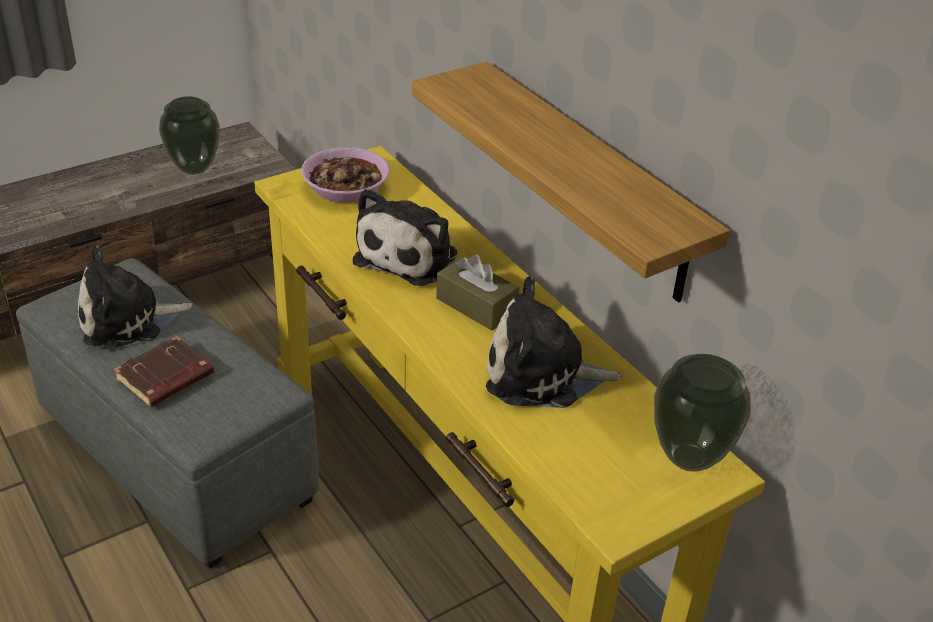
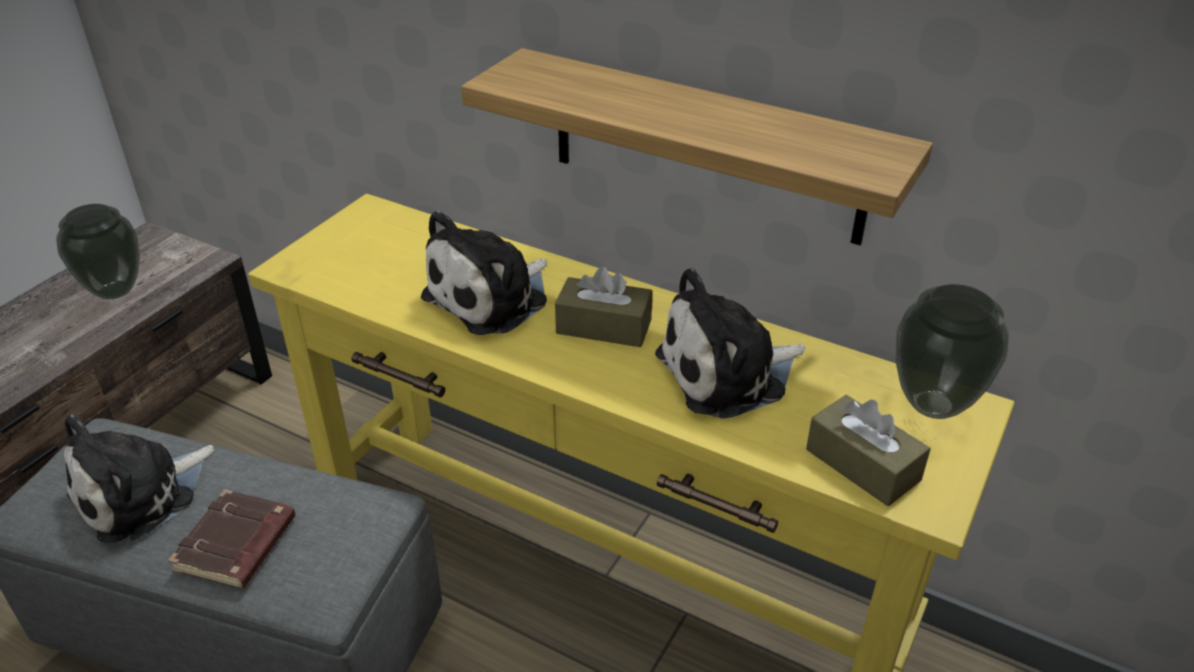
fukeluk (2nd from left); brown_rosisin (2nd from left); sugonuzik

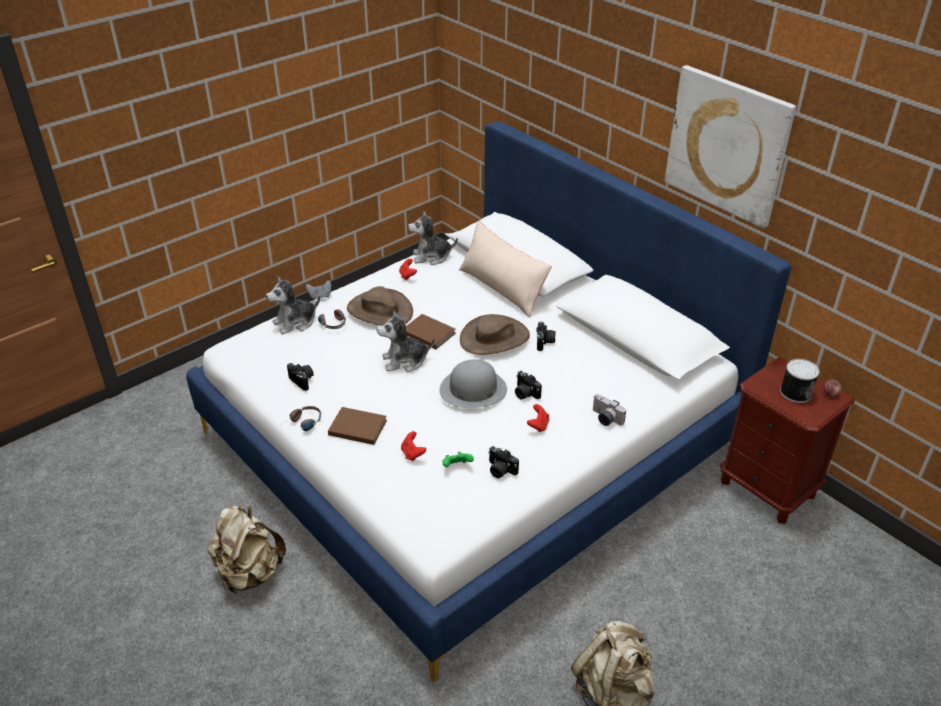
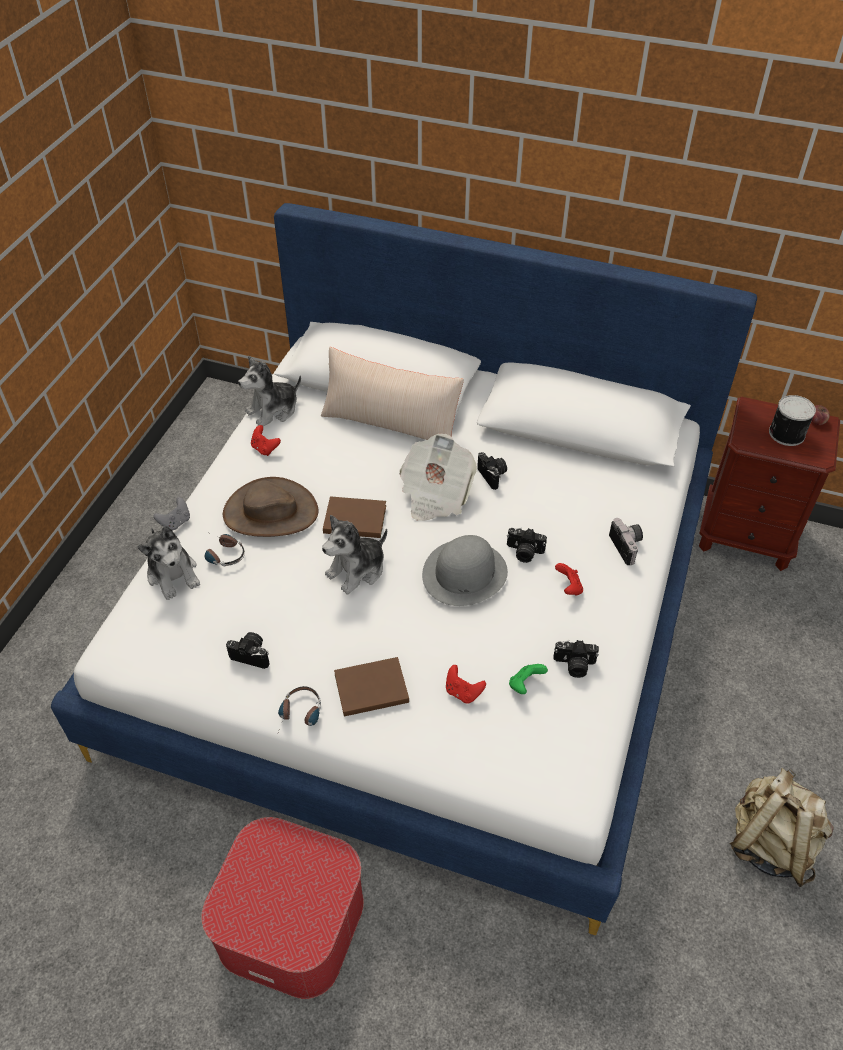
fukeluk (1st from left); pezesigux; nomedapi; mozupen (5th from left); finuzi

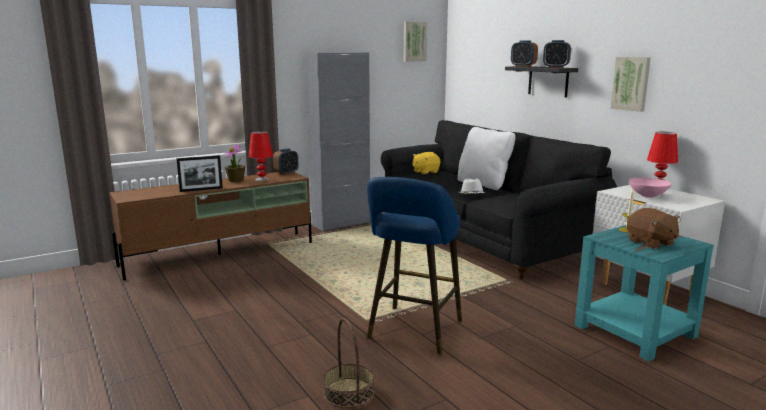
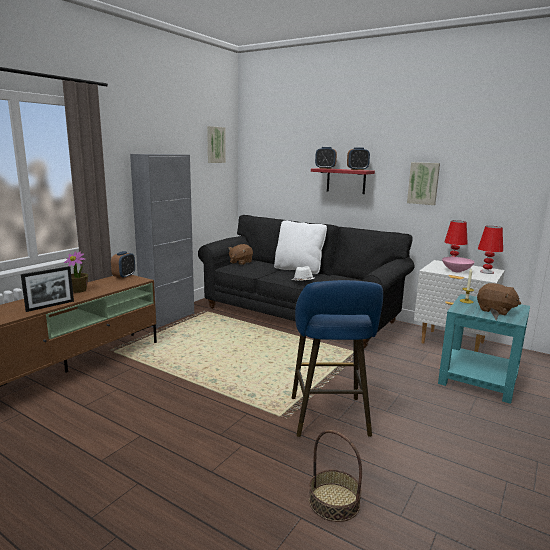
brown_fukeluk (1st from left); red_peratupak; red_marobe (2nd from left)

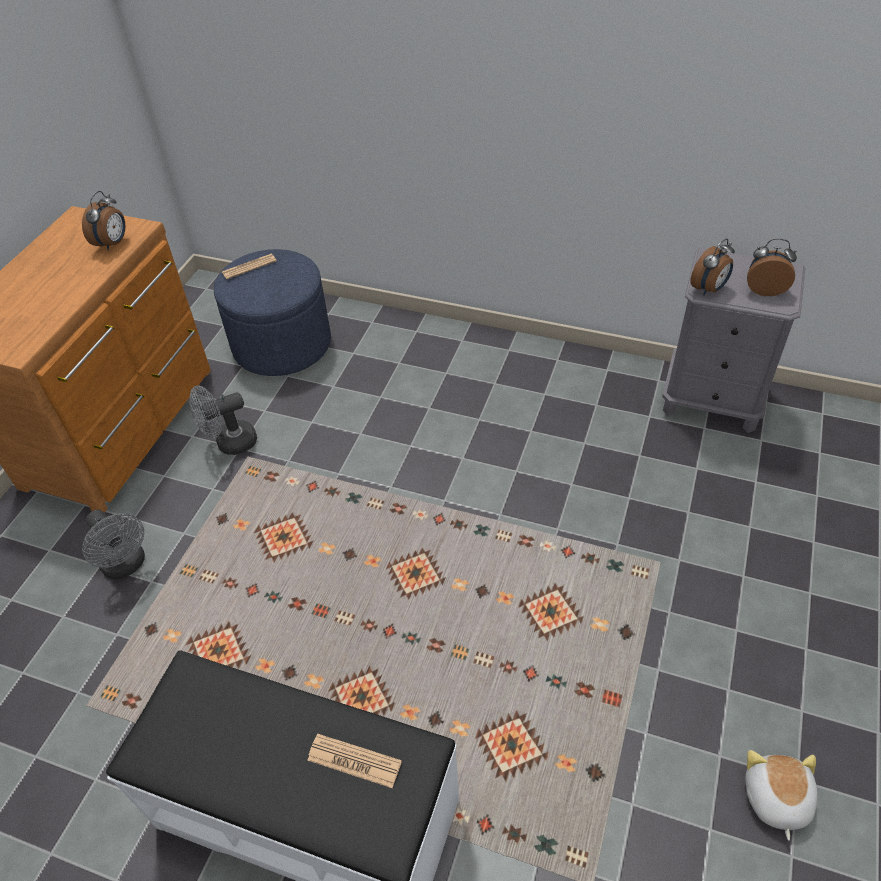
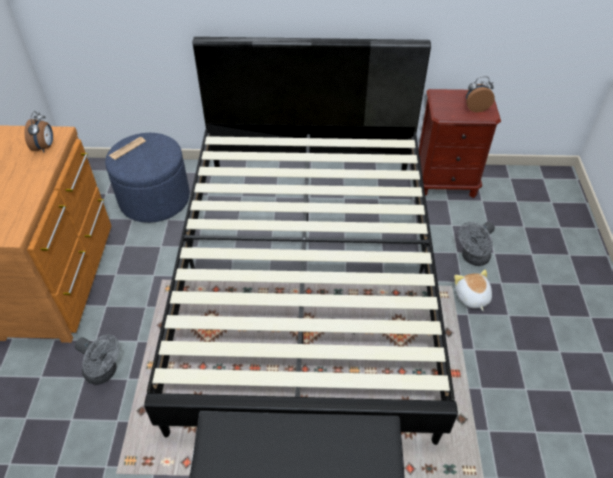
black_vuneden; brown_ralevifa; fukeluk; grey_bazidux (2nd from left); nomedapi (2nd from left in the first image); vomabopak (2nd from left in the first image)

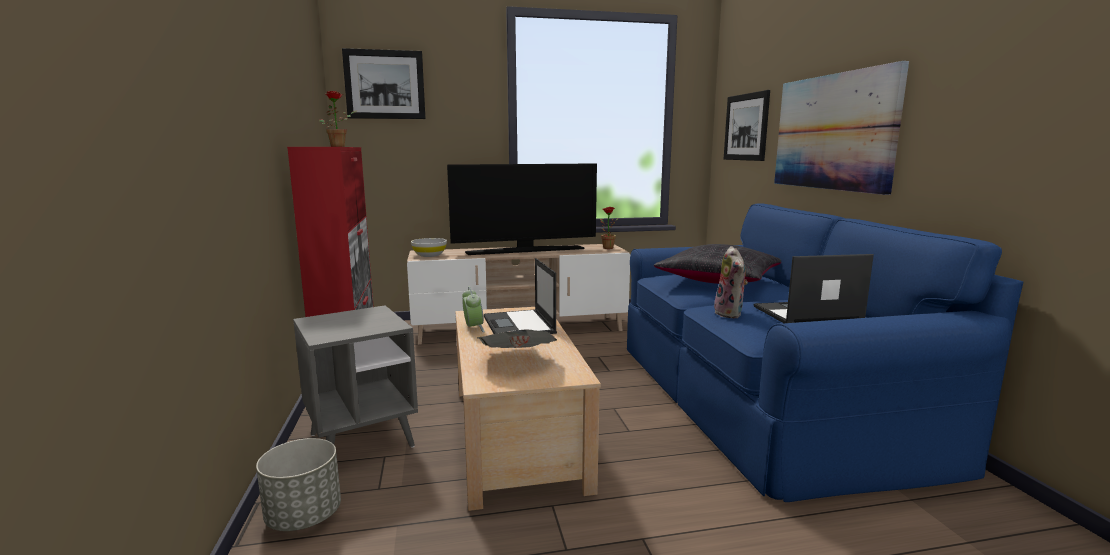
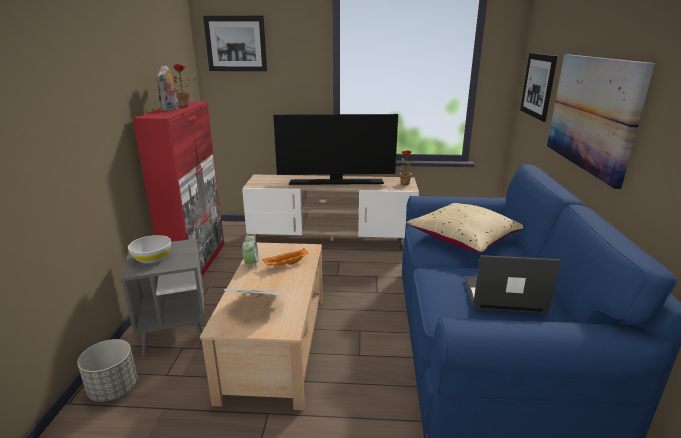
white_sugonuzik; fukeluk; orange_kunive; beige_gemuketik

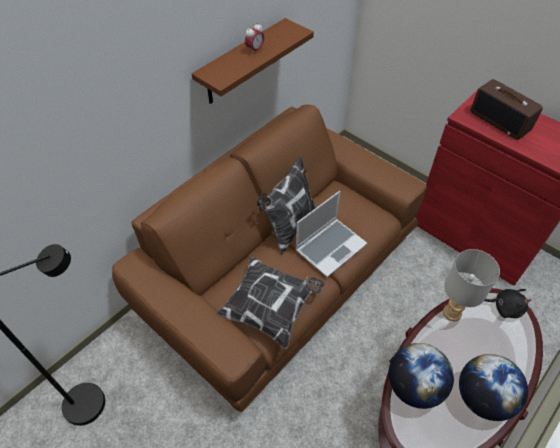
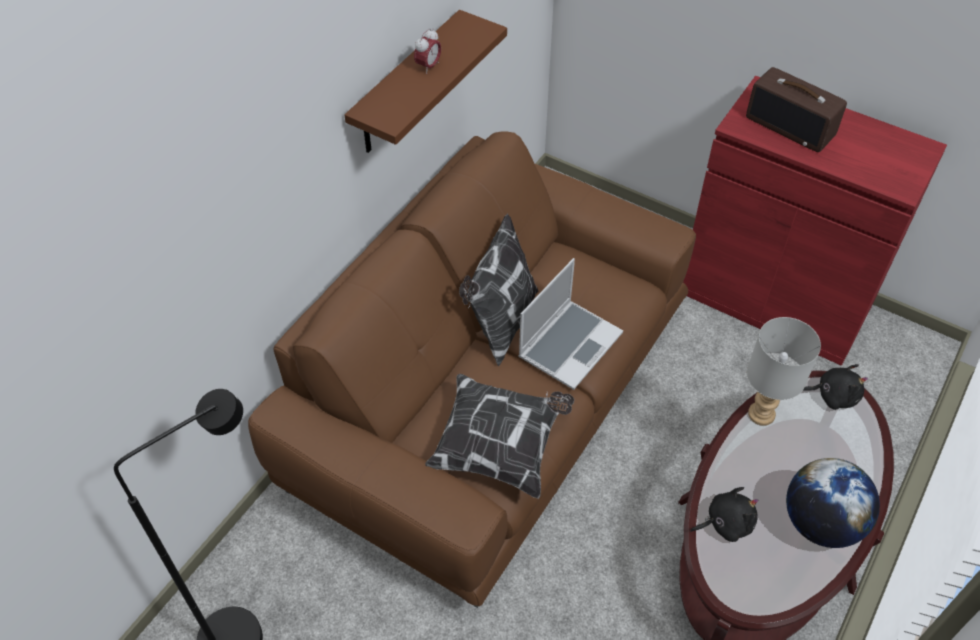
black_fukeluk (1st from left)

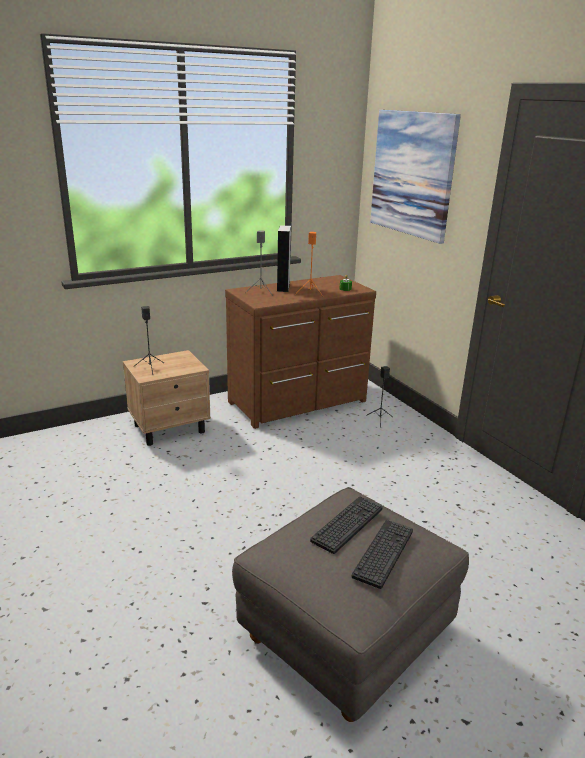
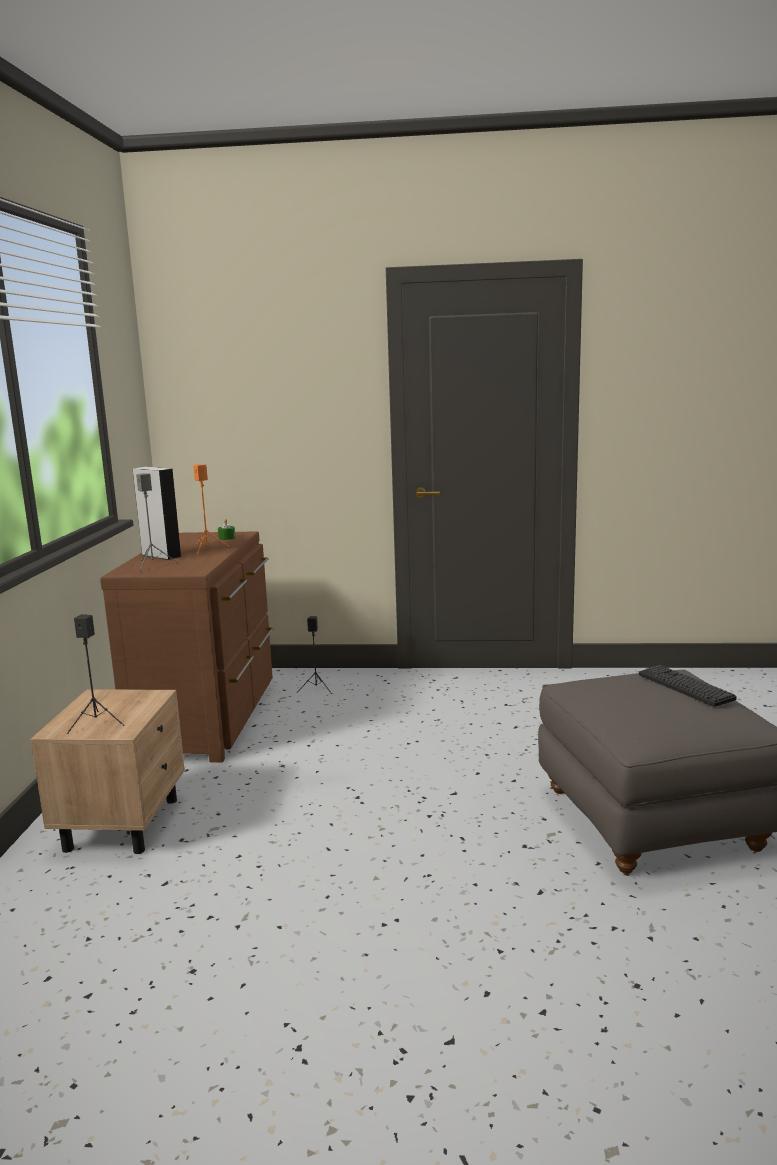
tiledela (1st from left in the first image); finuzi

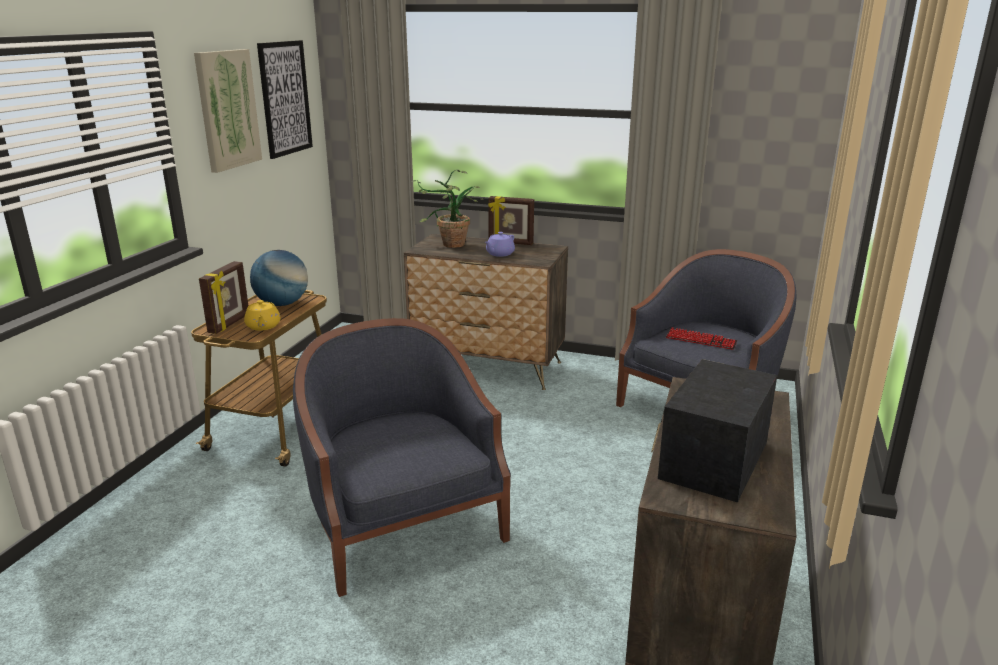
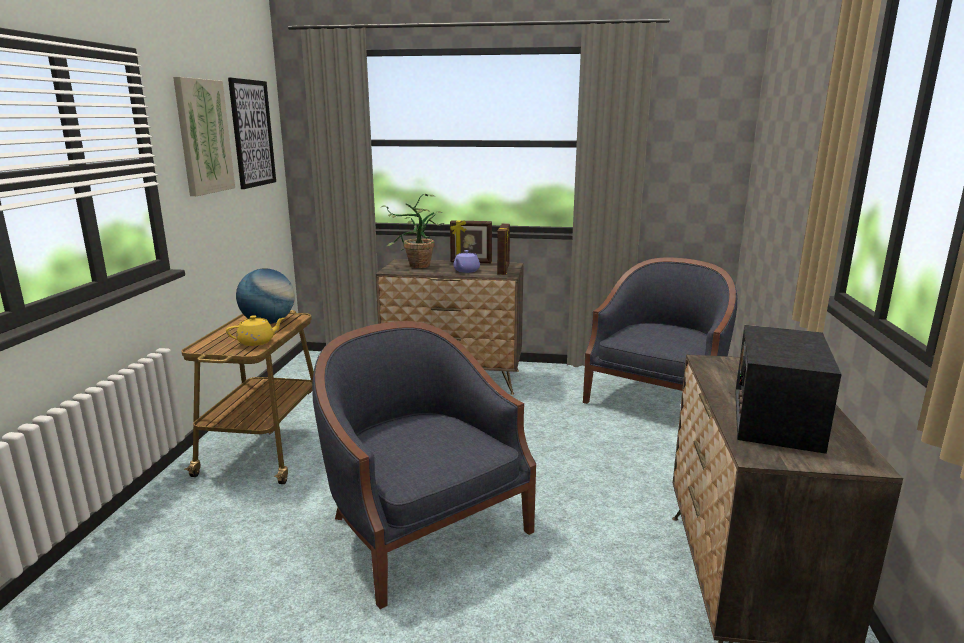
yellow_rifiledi; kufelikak (2nd from left); tiledela

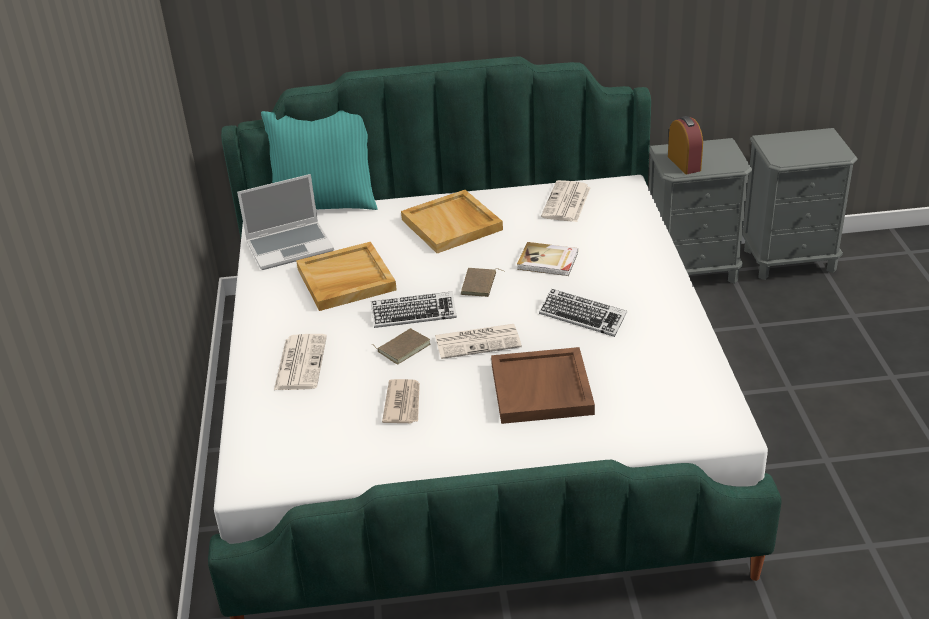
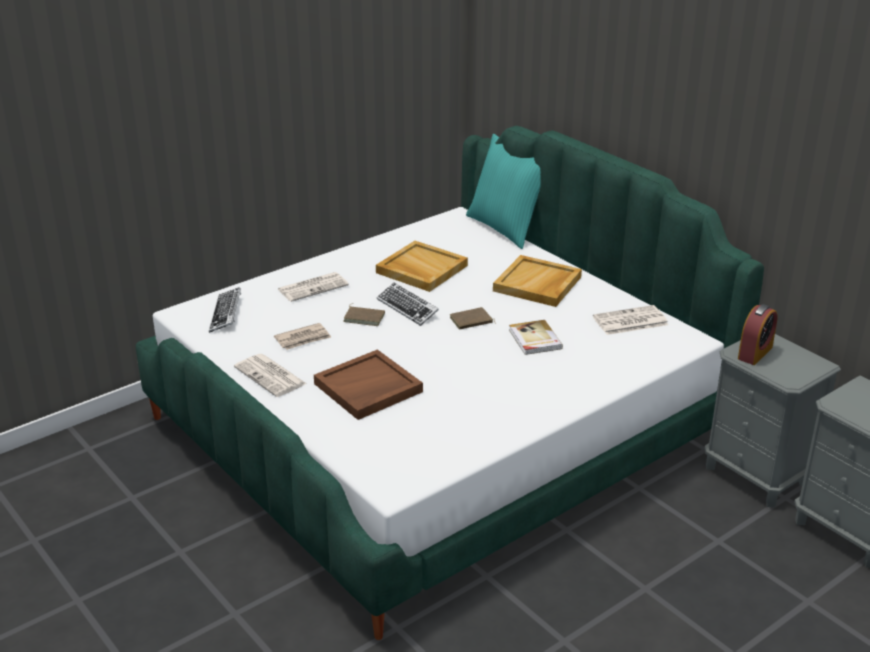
tiledela (1st from left); nomedapi (1st from left); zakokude

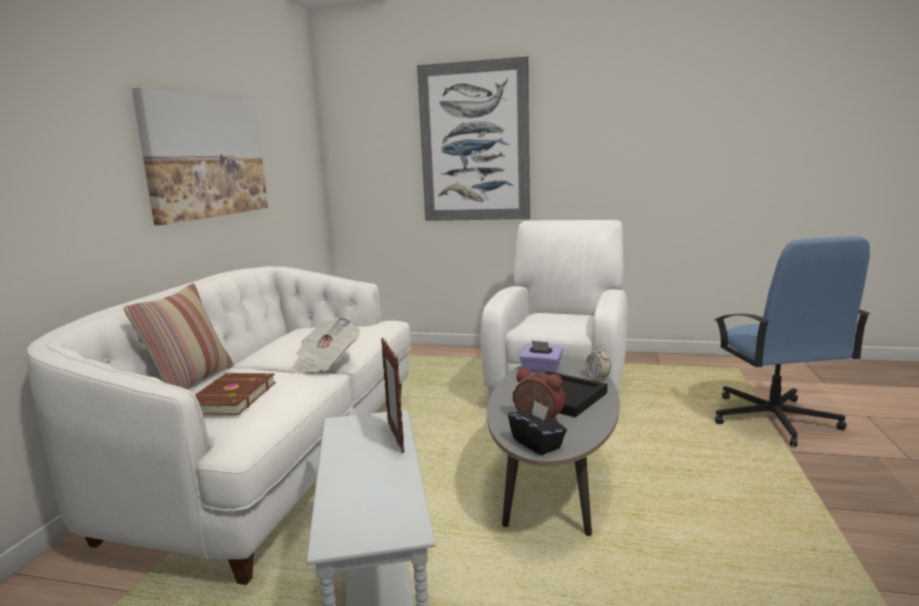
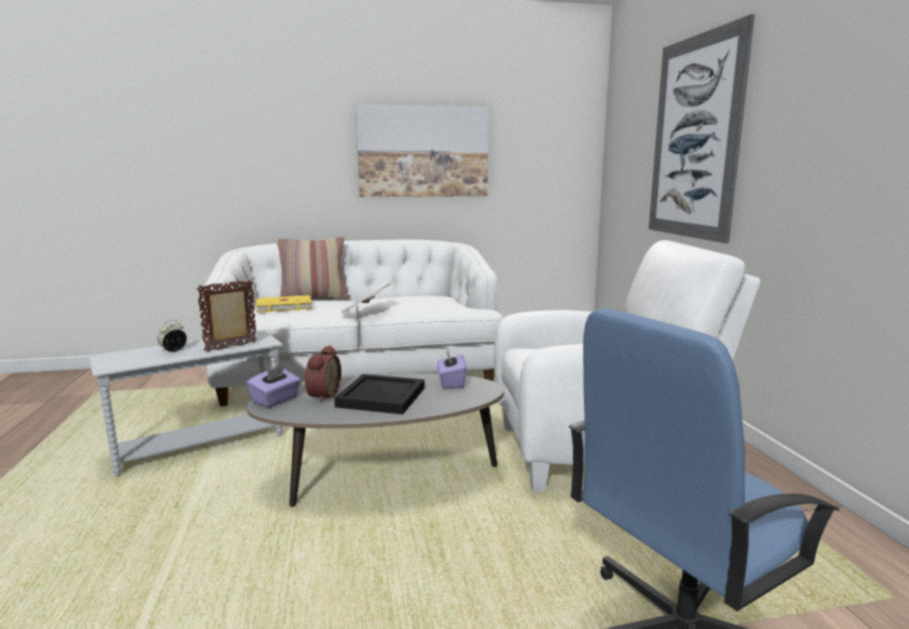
vomabopak (1st from left); purple_rosisin (1st from left); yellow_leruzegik

